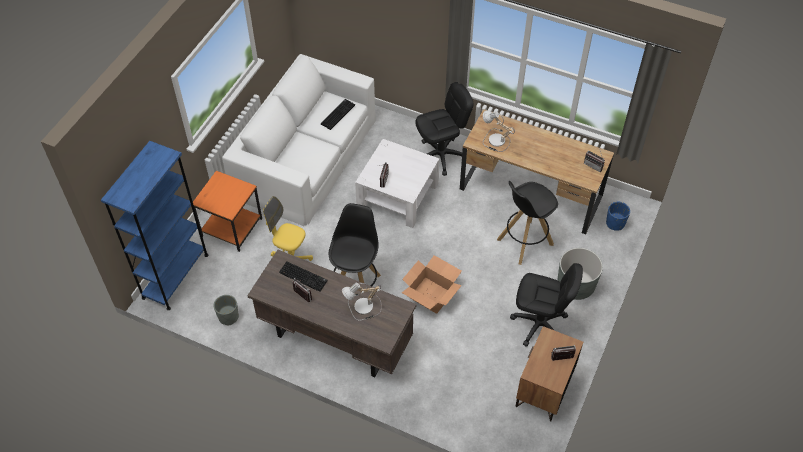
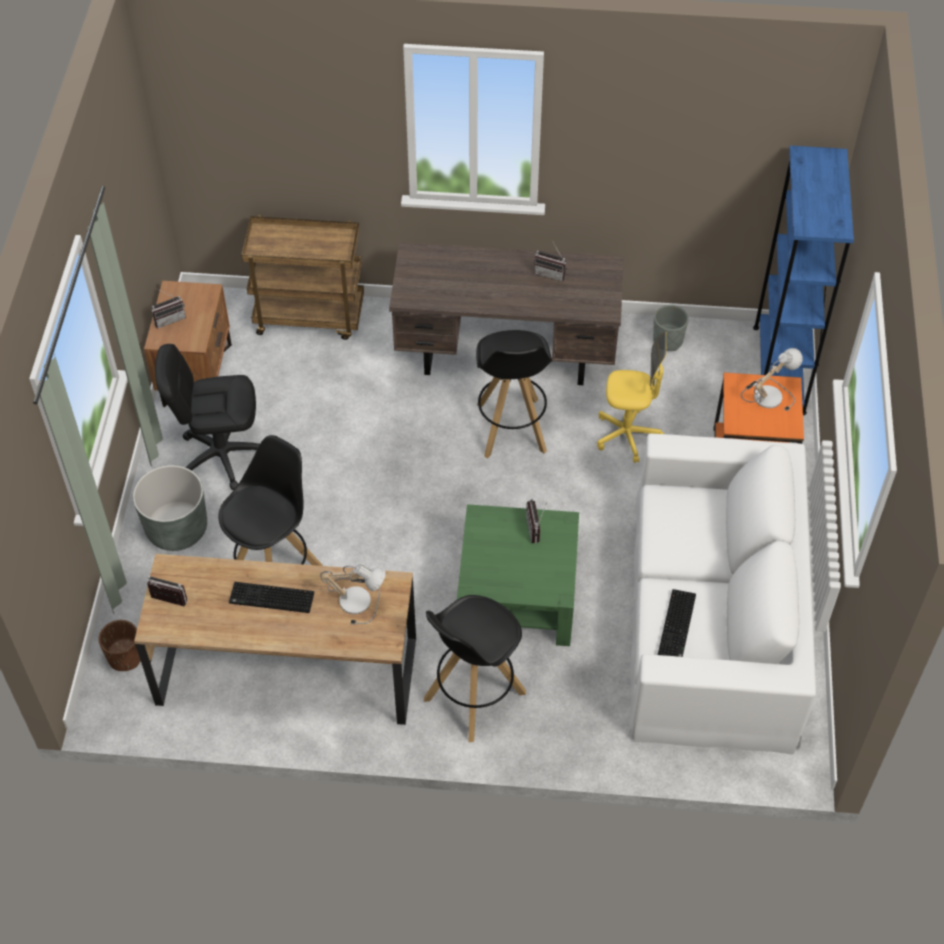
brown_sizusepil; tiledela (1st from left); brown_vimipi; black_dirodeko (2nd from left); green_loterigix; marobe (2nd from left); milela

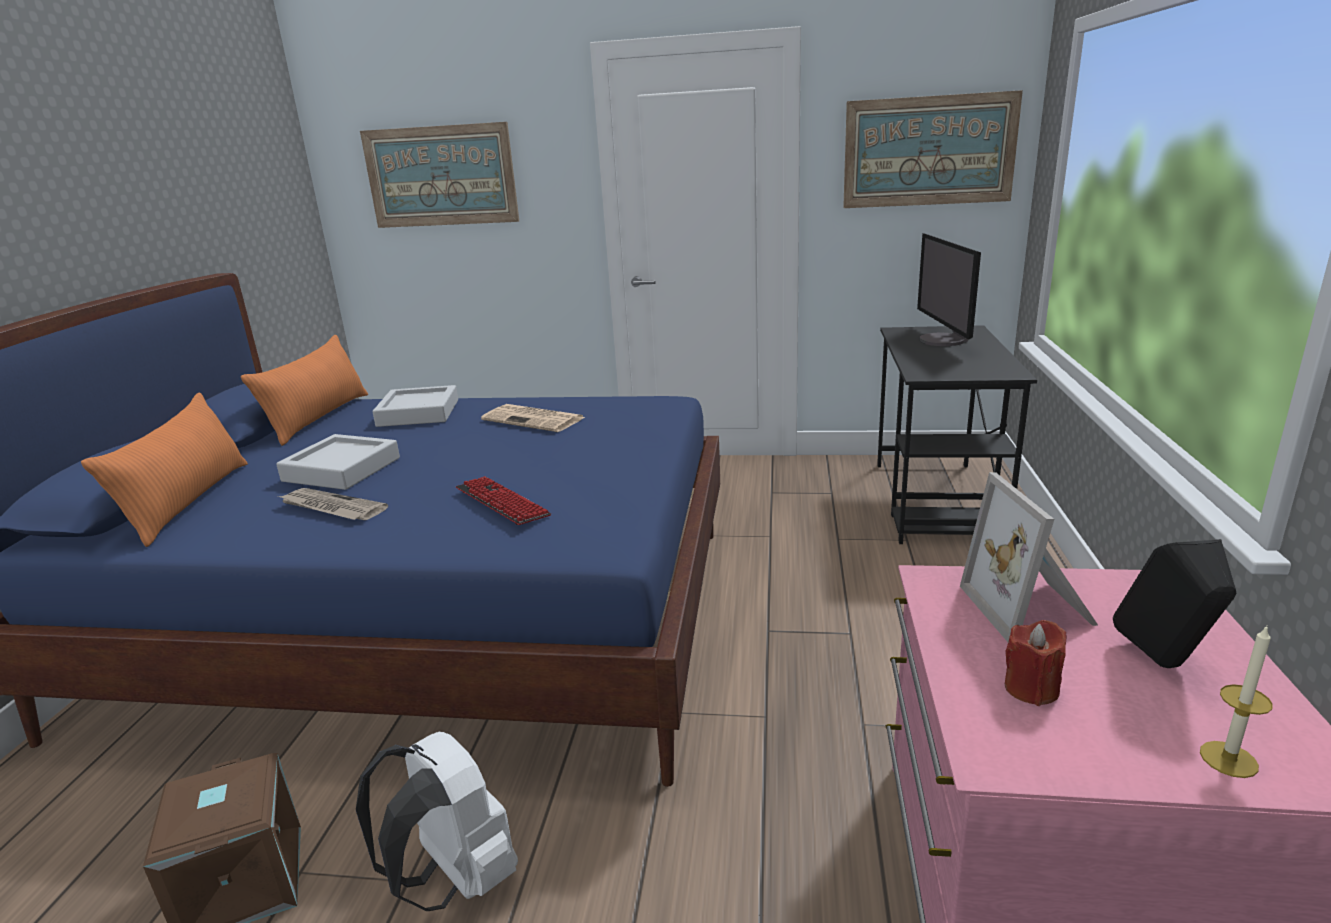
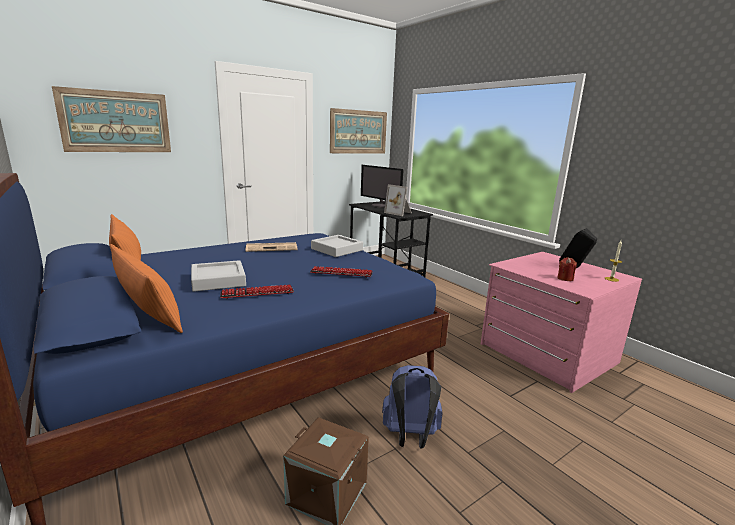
tiledela (1st from left); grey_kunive (2nd from left); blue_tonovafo; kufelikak

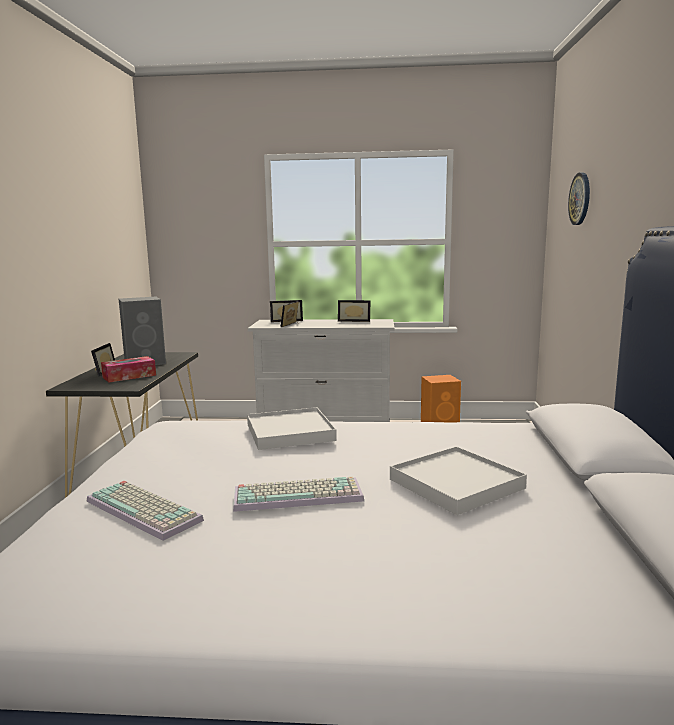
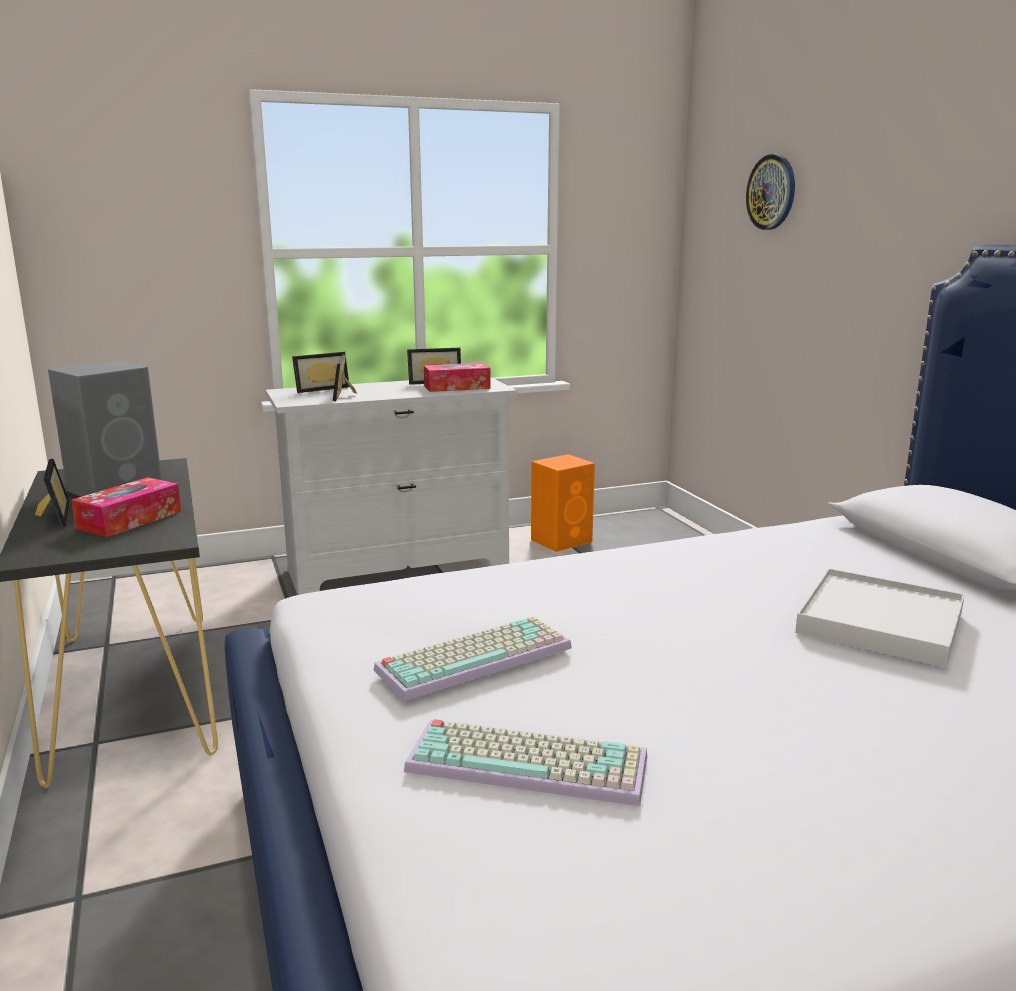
tiledela (1st from left); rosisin (2nd from left); white_kunive (1st from left in the first image)

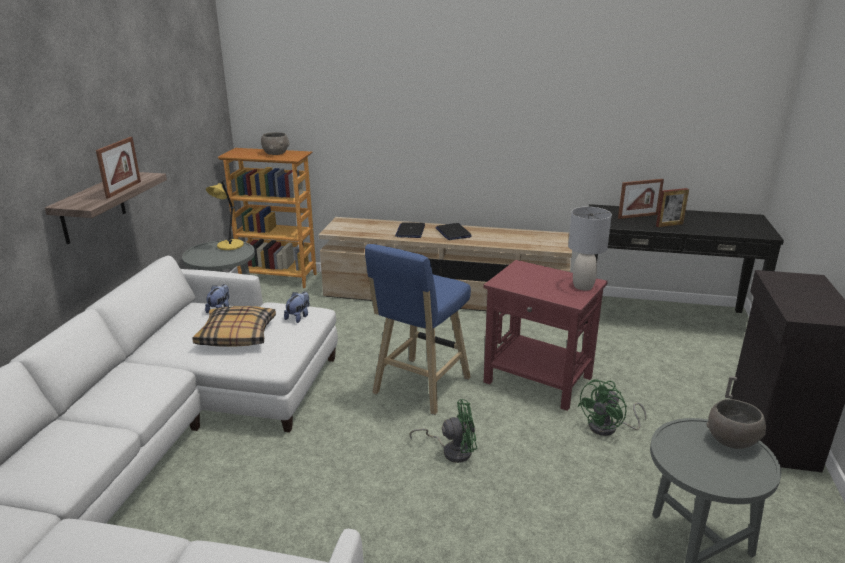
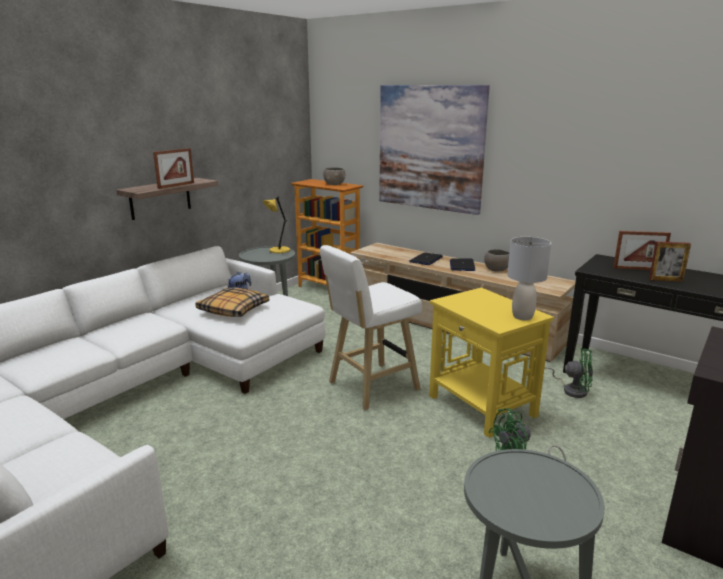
white_dirodeko; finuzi; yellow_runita; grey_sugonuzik (2nd from left); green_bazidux (2nd from left); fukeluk (2nd from left in the first image)

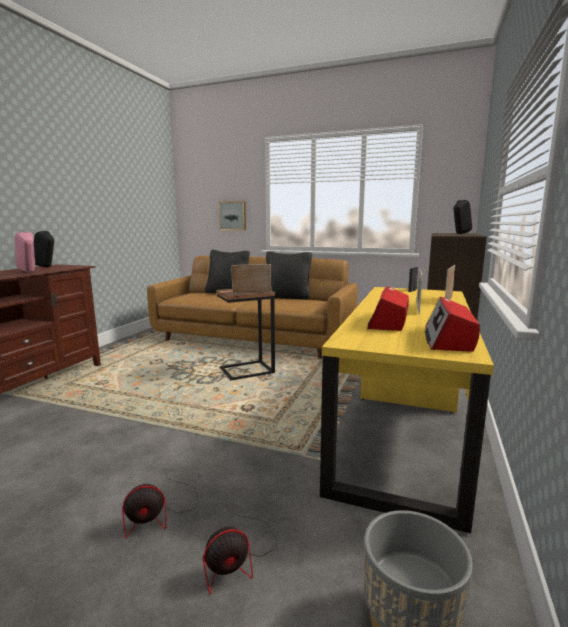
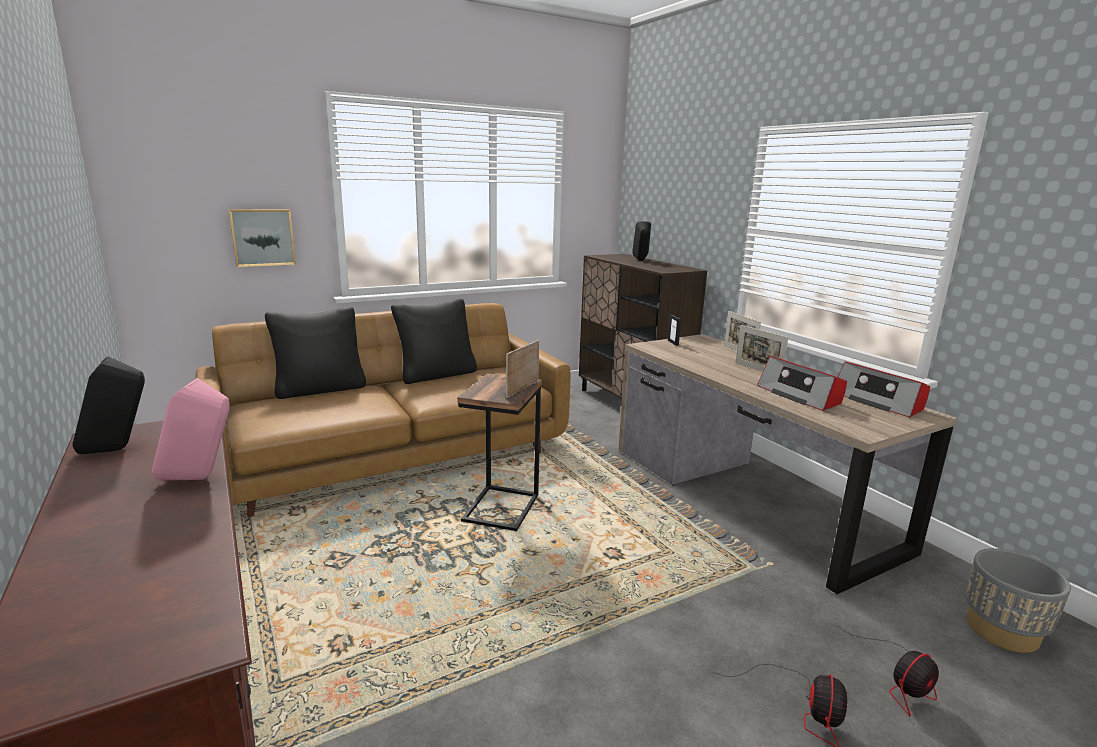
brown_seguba; bazidux (2nd from left)

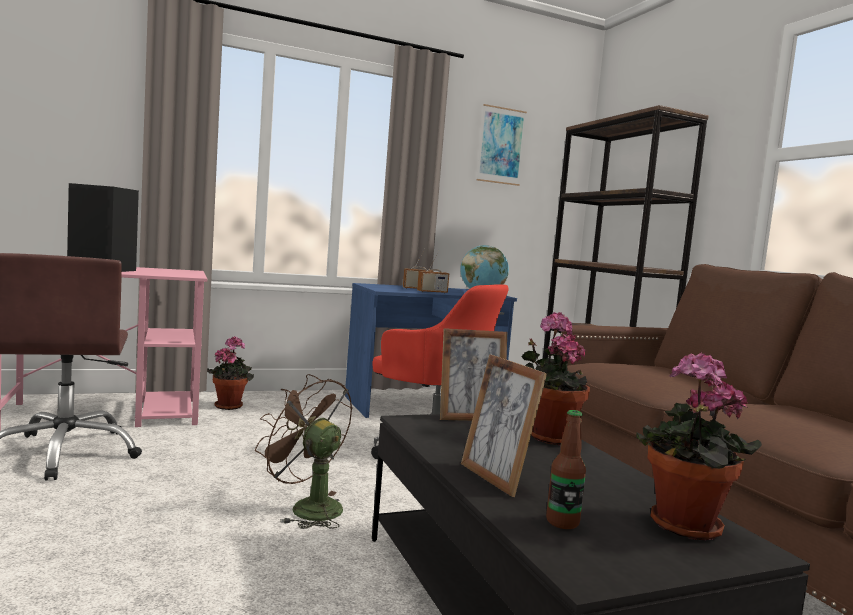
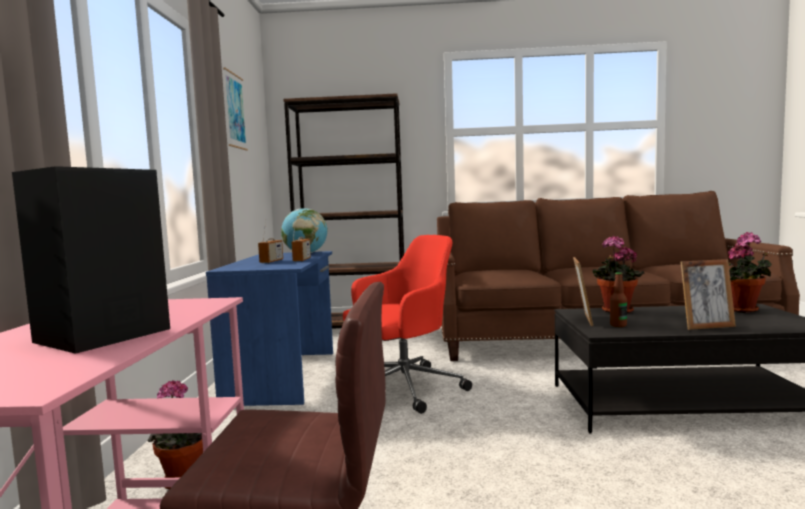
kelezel; brown_bazidux

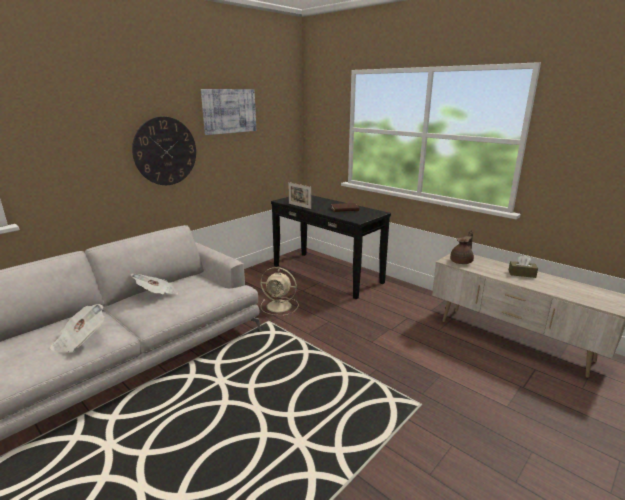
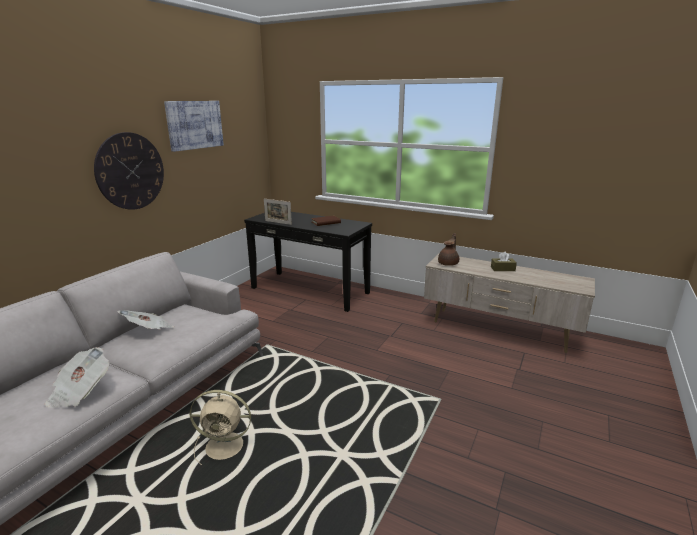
beige_bazidux

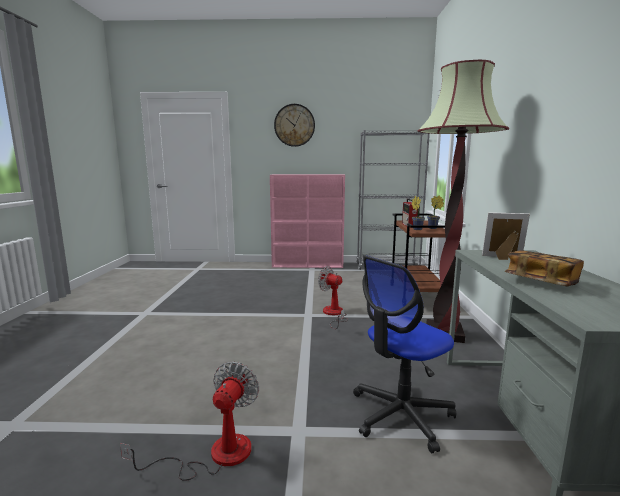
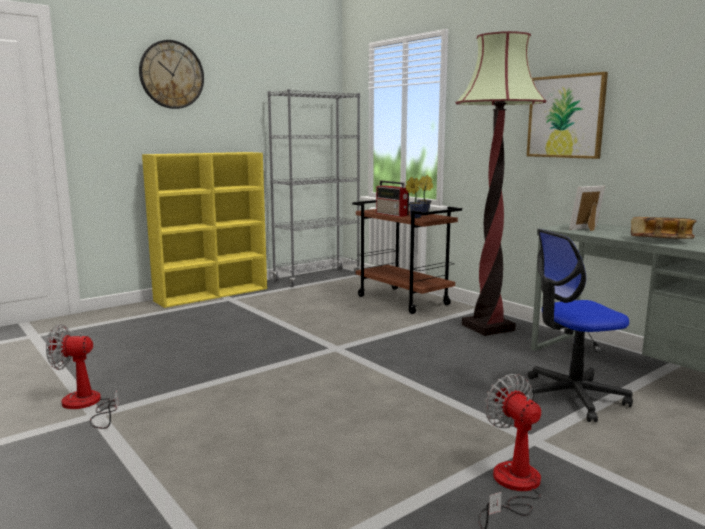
bazidux (1st from left); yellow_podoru; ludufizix; finuzi

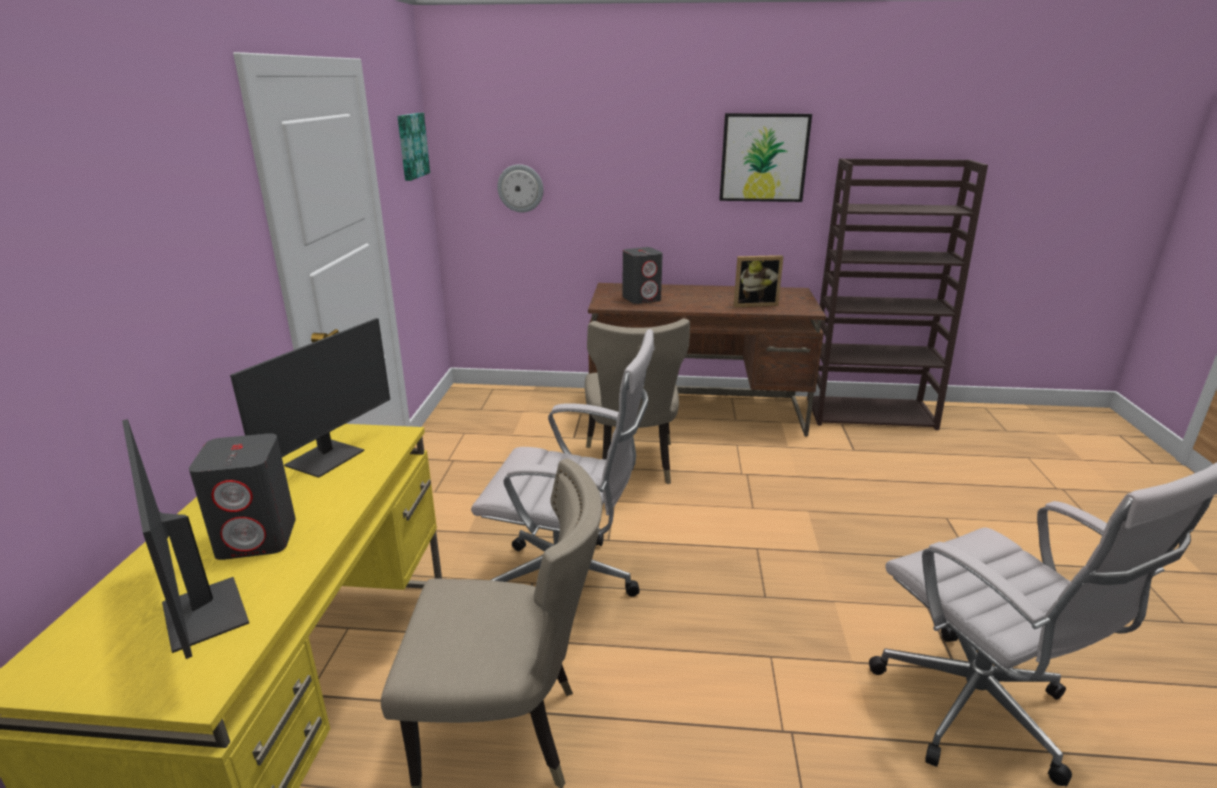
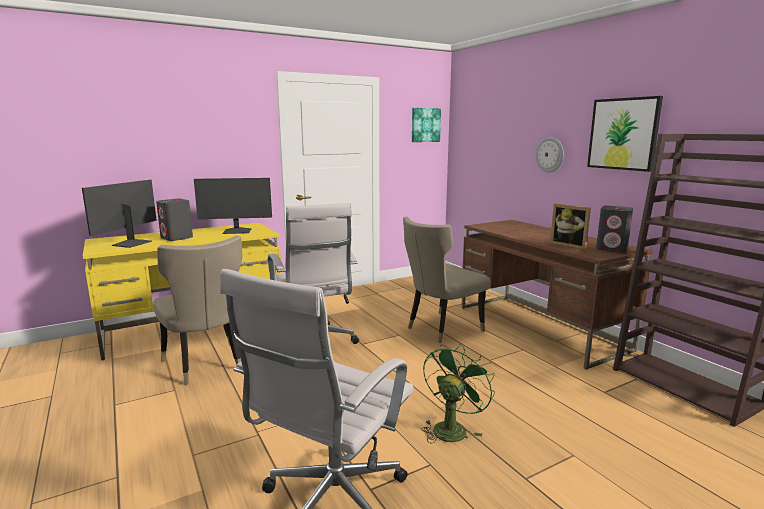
green_bazidux; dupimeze; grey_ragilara (2nd from left)

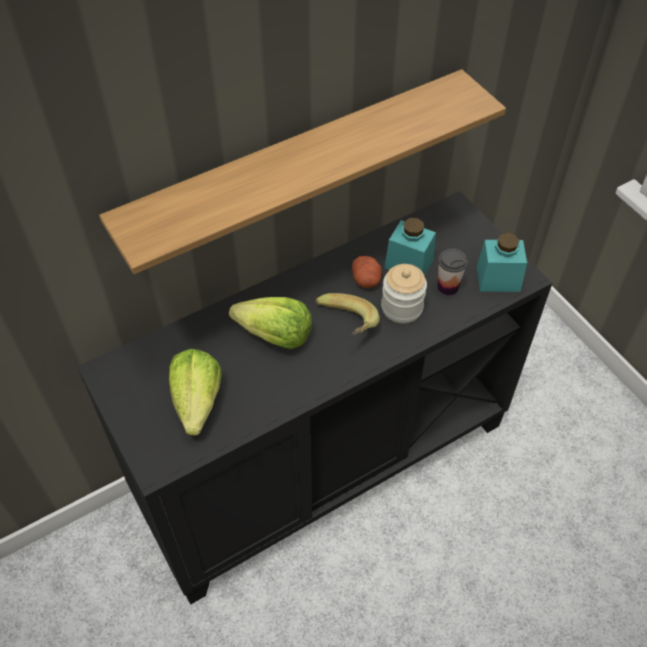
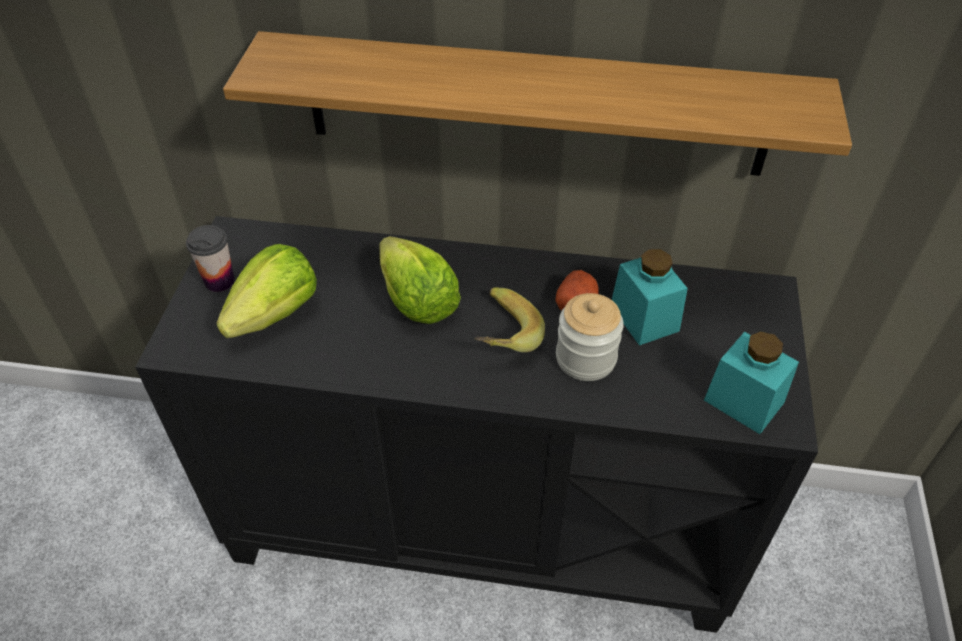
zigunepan

